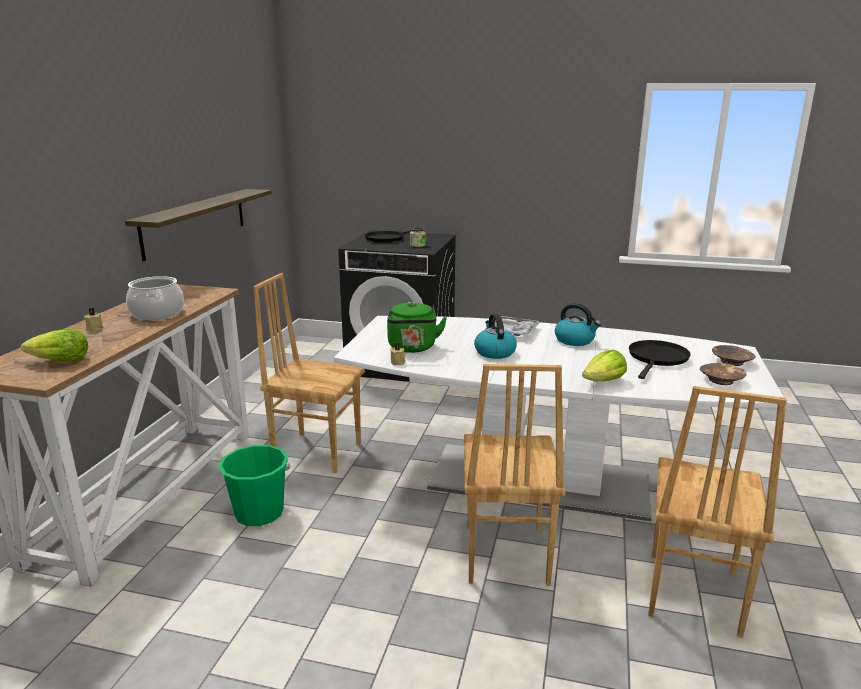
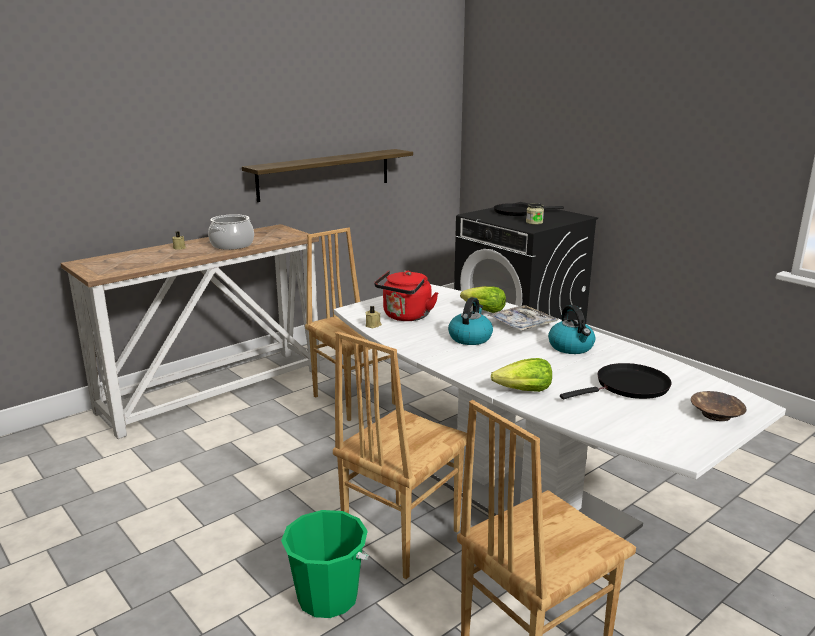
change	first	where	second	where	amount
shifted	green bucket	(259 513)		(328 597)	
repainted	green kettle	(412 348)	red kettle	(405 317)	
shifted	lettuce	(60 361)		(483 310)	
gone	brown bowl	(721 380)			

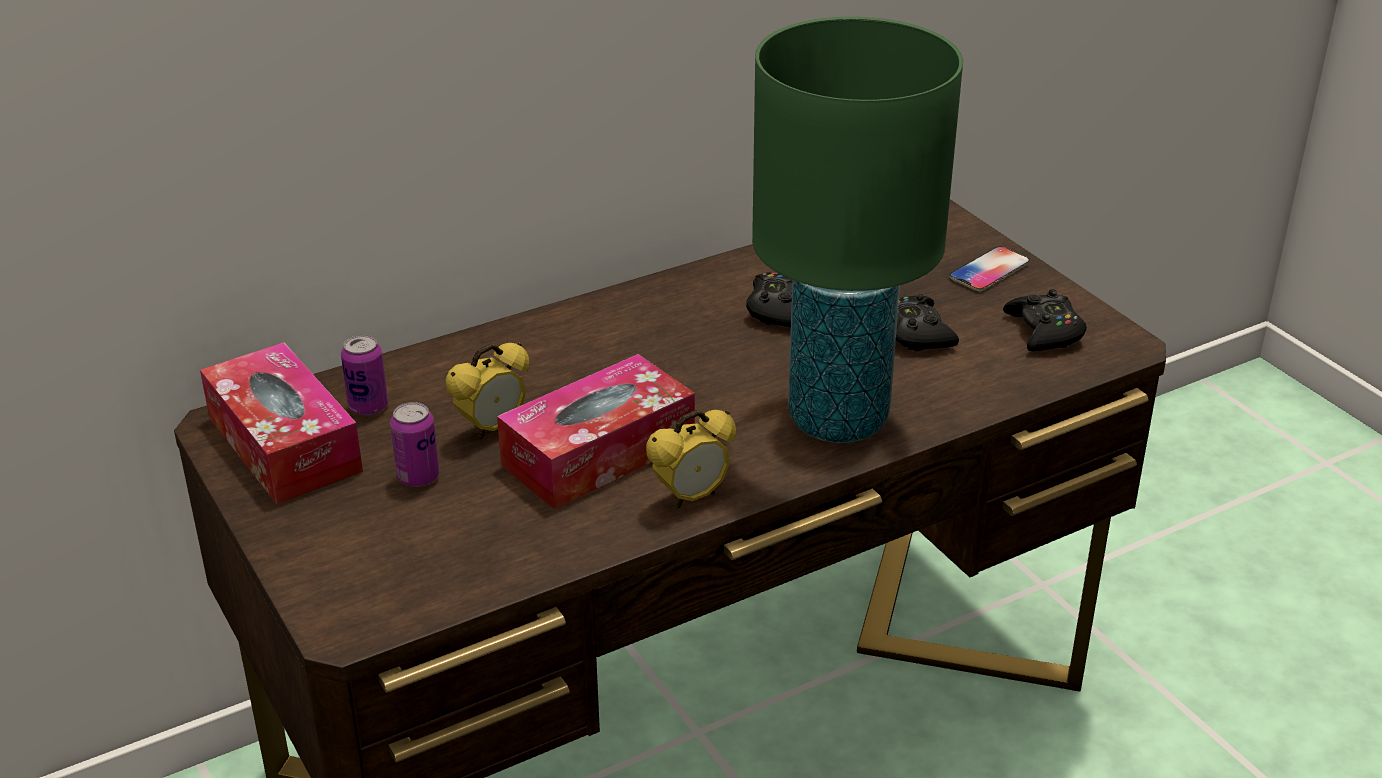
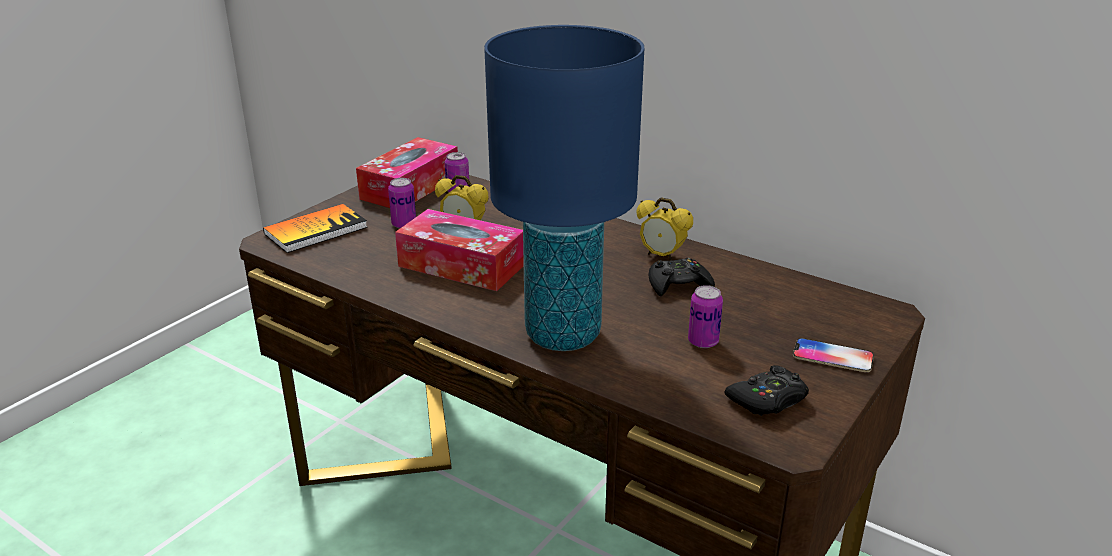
change	first	where	second	where	amount
new			book	(316 230)	
repainted	green table lamp	(837 419)	blue table lamp	(562 334)	
shifted	alarm clock	(691 497)		(662 256)	
swapped	black game controller	(915 333)	can	(703 342)	

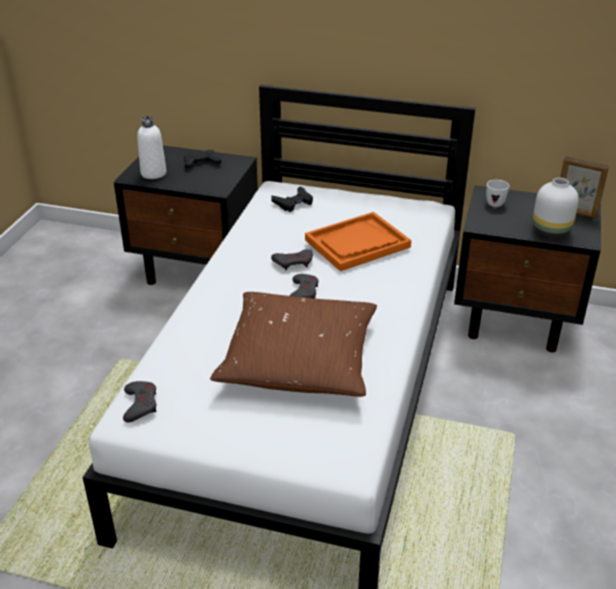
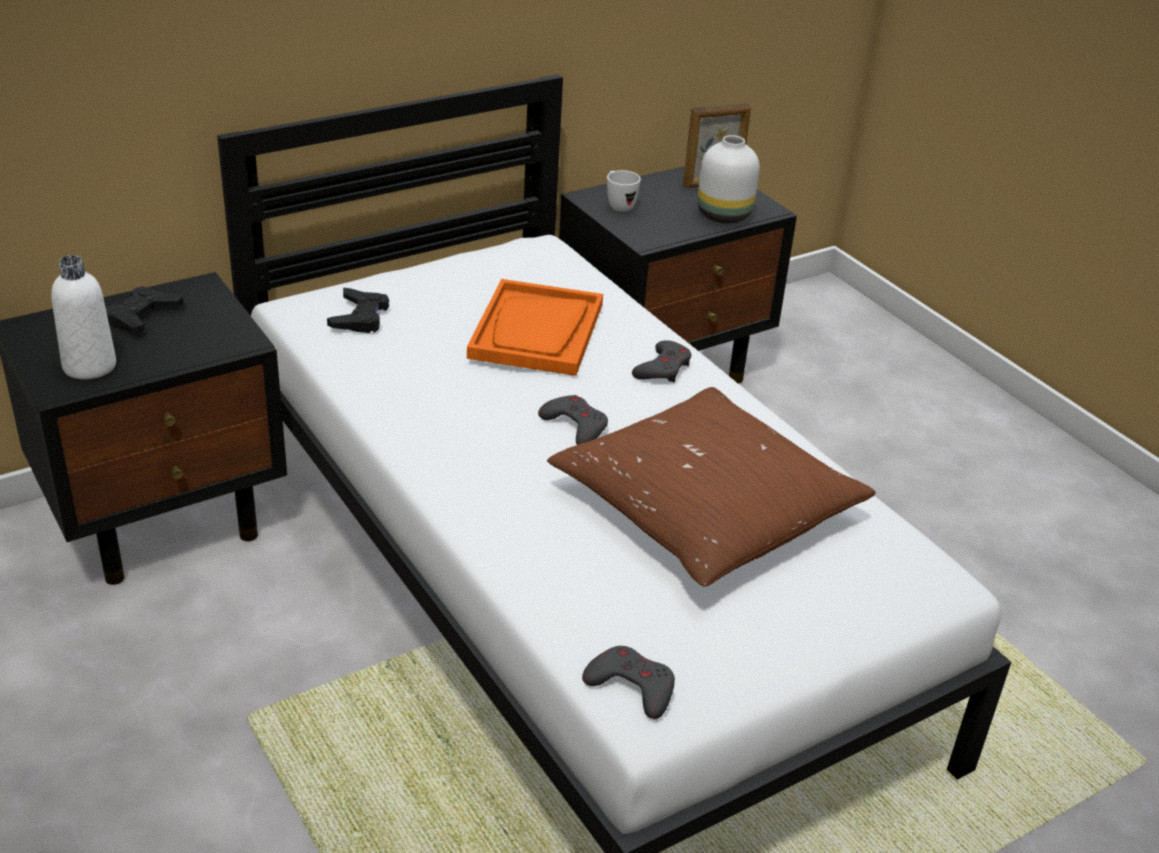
change	first	where	second	where	amount
shifted	grey game controller	(293 262)		(663 368)	

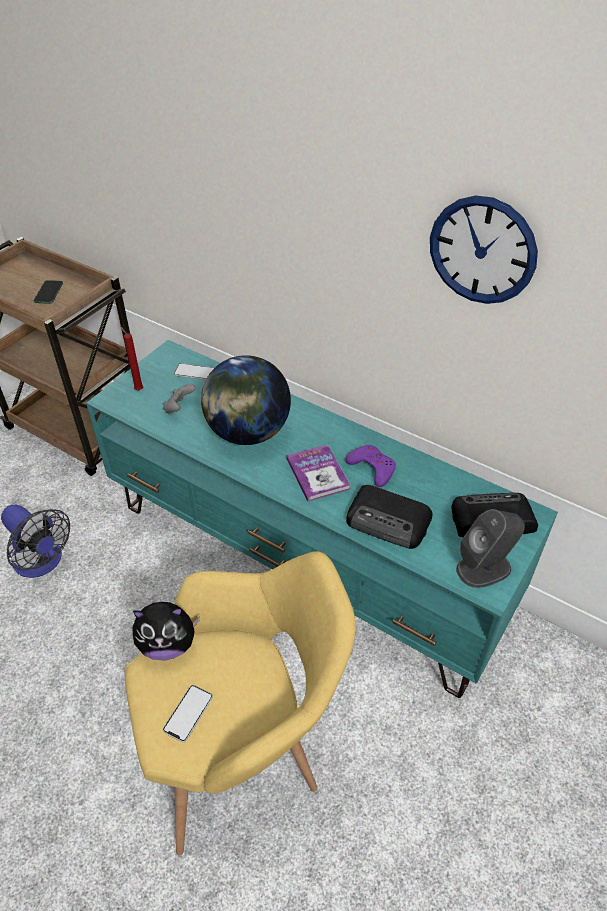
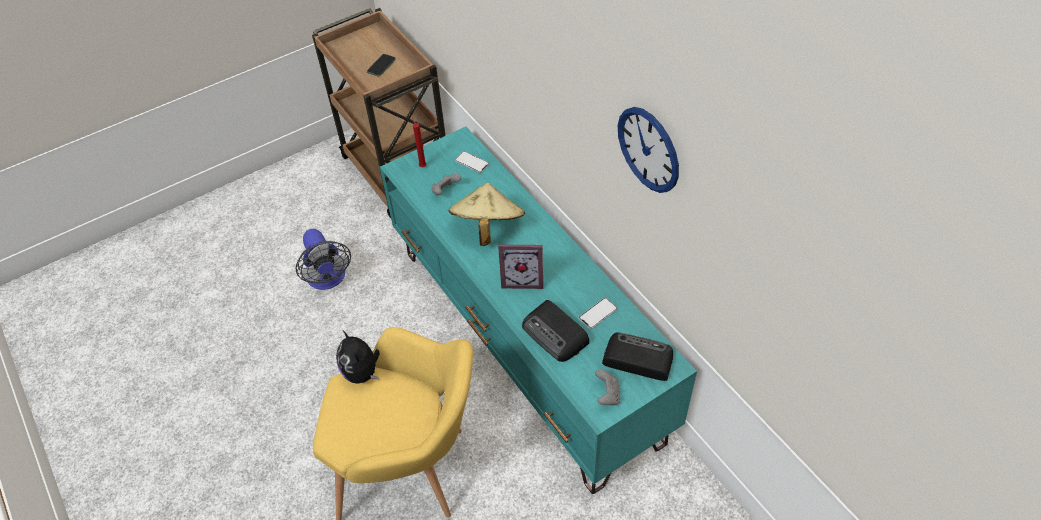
change	first	where	second	where	amount
rotated	plush toy	(168 644)		(363 372)	45 degrees clockwise
swapped	globe	(248 432)	beige hat	(487 227)	
swapped	book	(317 474)	picture frame	(522 279)	
shifted	phone	(188 713)		(598 313)	
swapped	grey speaker	(484 568)	grey game controller	(607 395)	
gone	purple game controller	(372 468)			

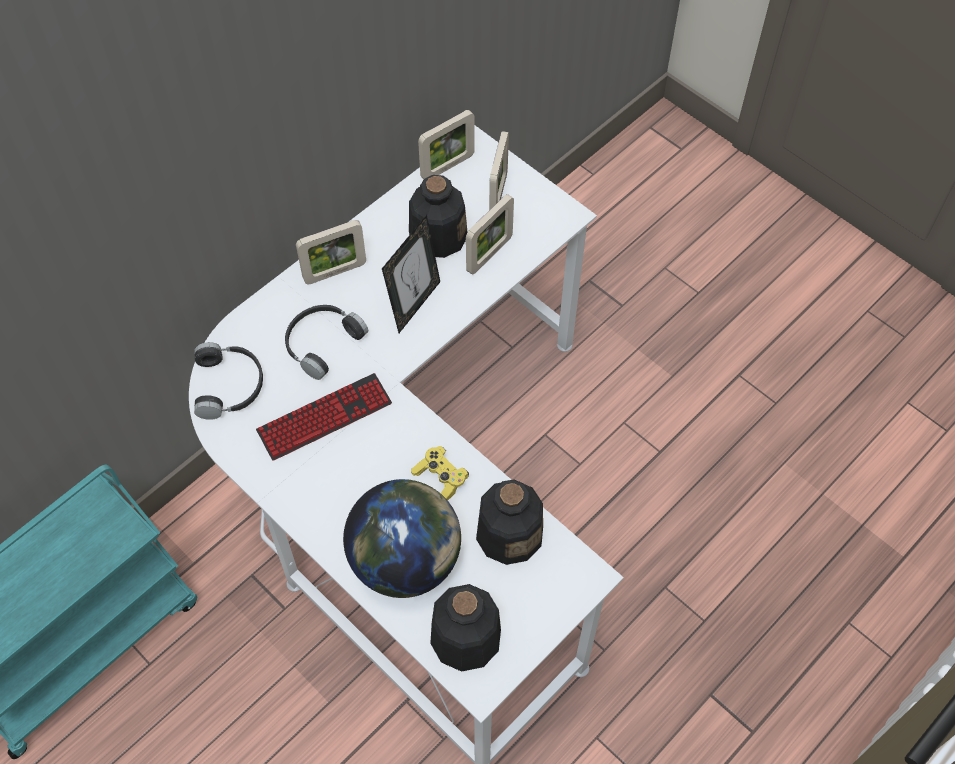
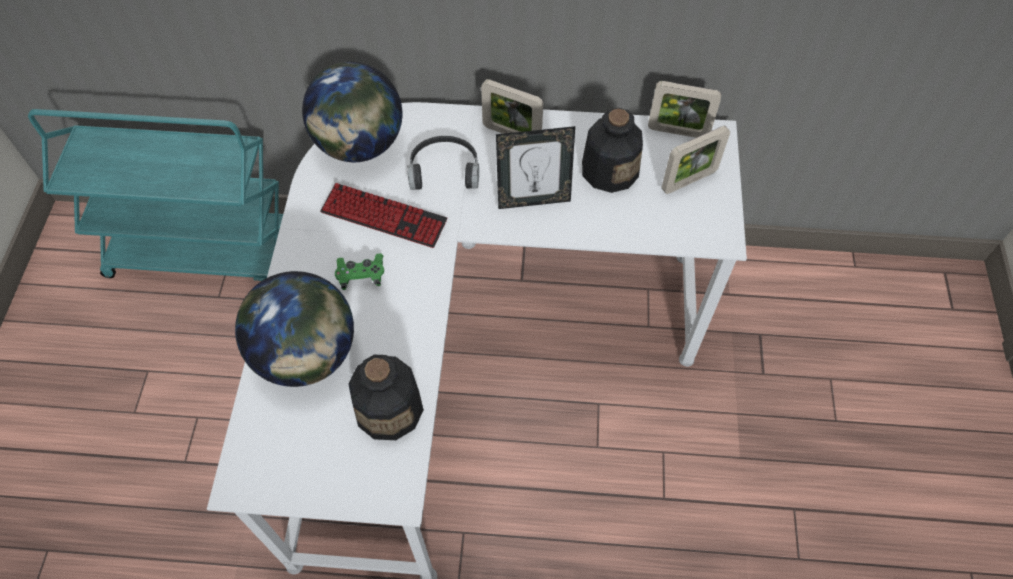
change	first	where	second	where	amount
swapped	black headphones	(230 385)	globe	(360 145)	
new			green game controller	(361 276)	
gone	yellow game controller	(441 478)			
gone	bottle	(465 638)			
gone	picture frame	(489 254)			

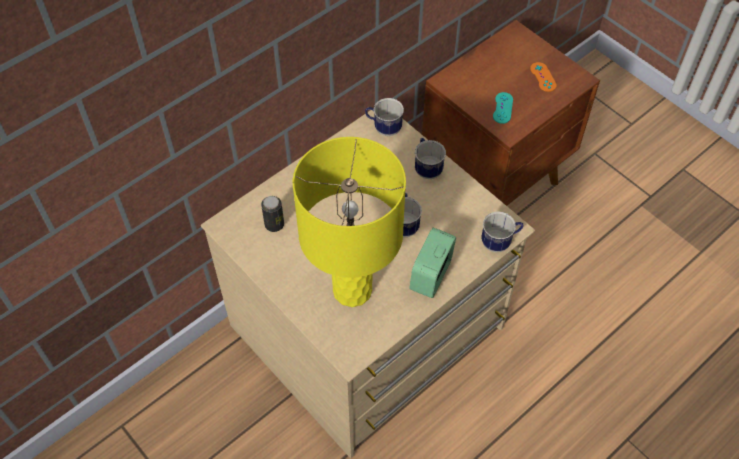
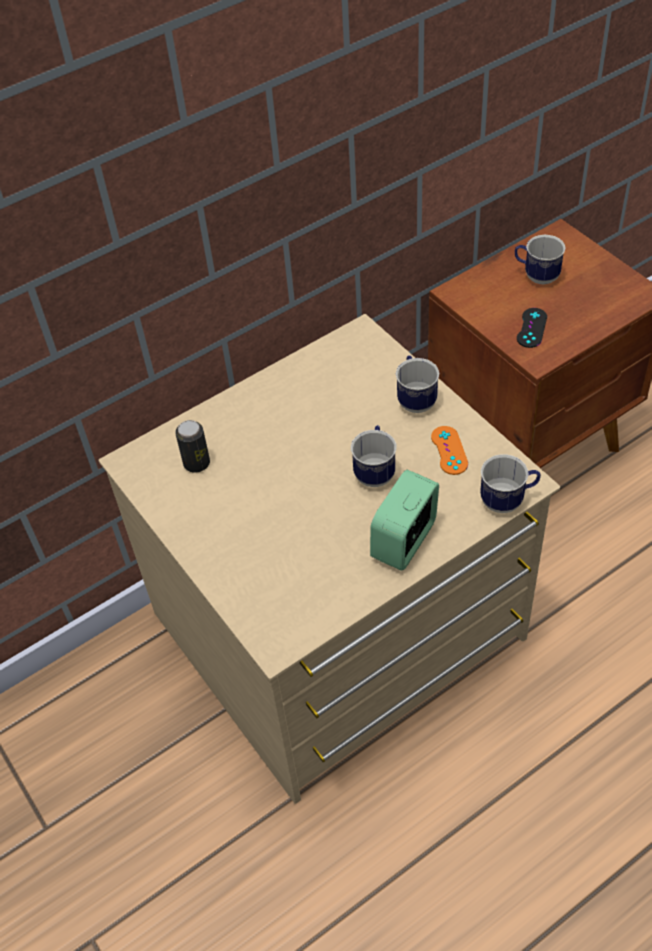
change	first	where	second	where	amount
shifted	orange game controller	(543 77)		(449 450)	
shifted	mug	(383 128)		(536 276)	
repainted	turquoise game controller	(503 108)	black game controller	(531 328)	
gone	yellow table lamp	(351 290)			

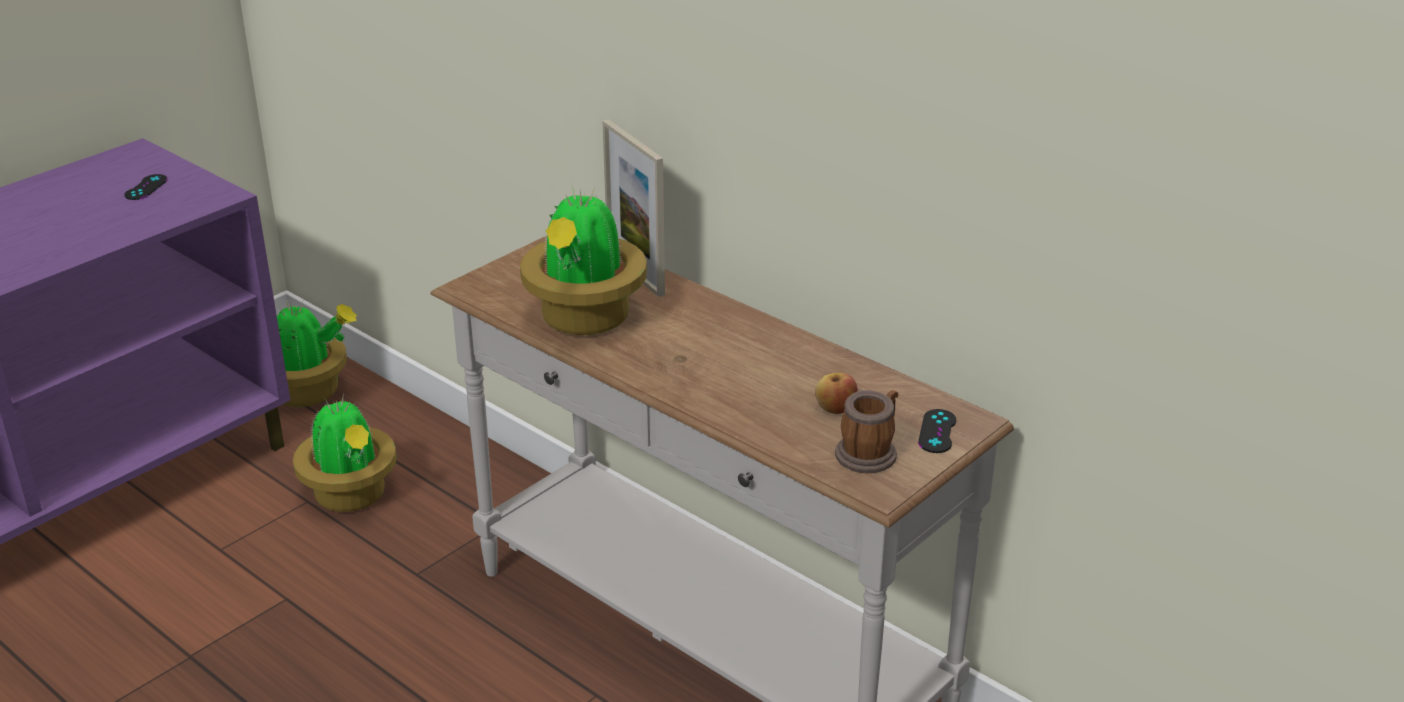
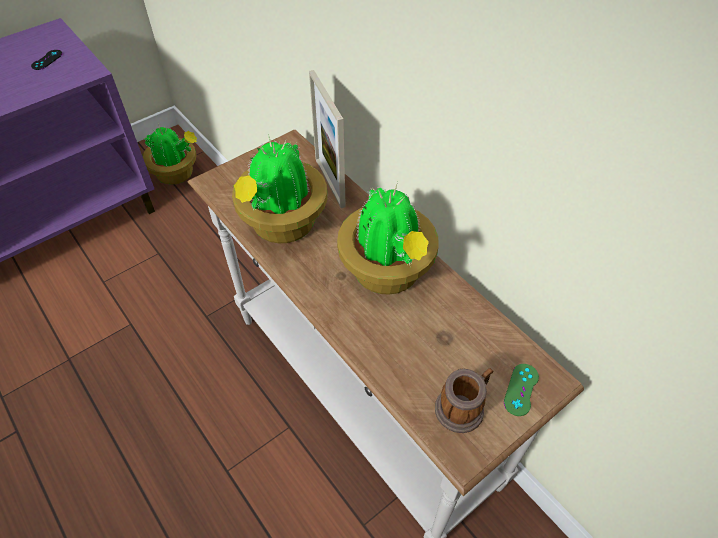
change	first	where	second	where	amount
shifted	potted plant	(351 496)		(387 272)	
repainted	black game controller	(937 431)	green game controller	(521 389)	
gone	apple	(835 409)			

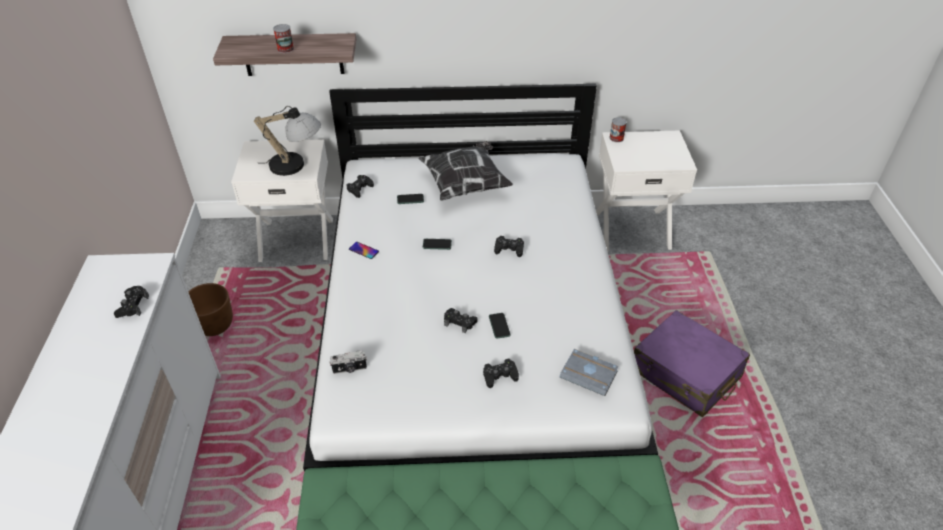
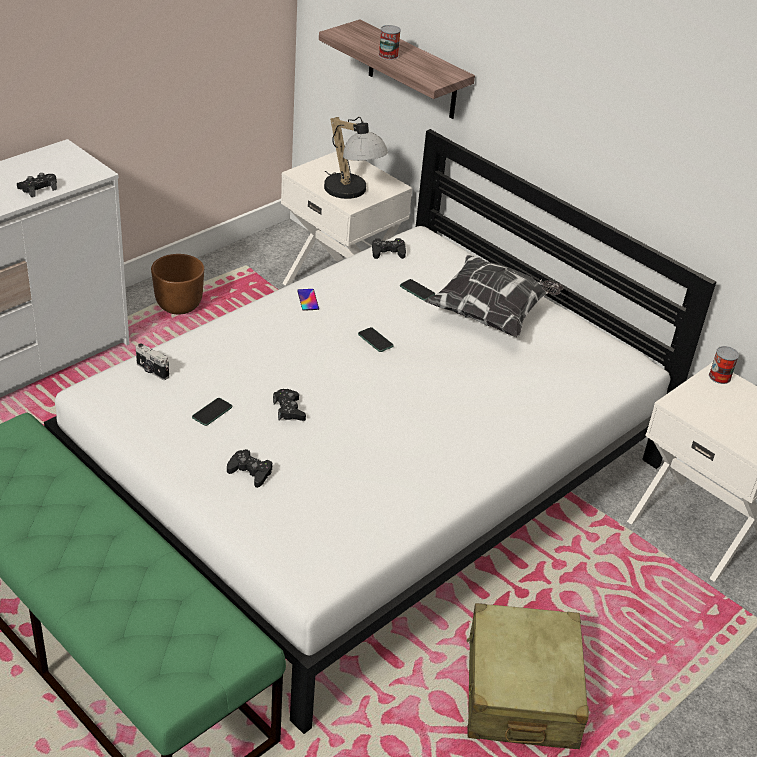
change	first	where	second	where	amount
shifted	phone	(499 326)		(212 412)	
repainted	purple suitcase	(685 373)	beige suitcase	(521 692)	
gone	black game controller	(509 249)			
gone	grey book	(590 374)			

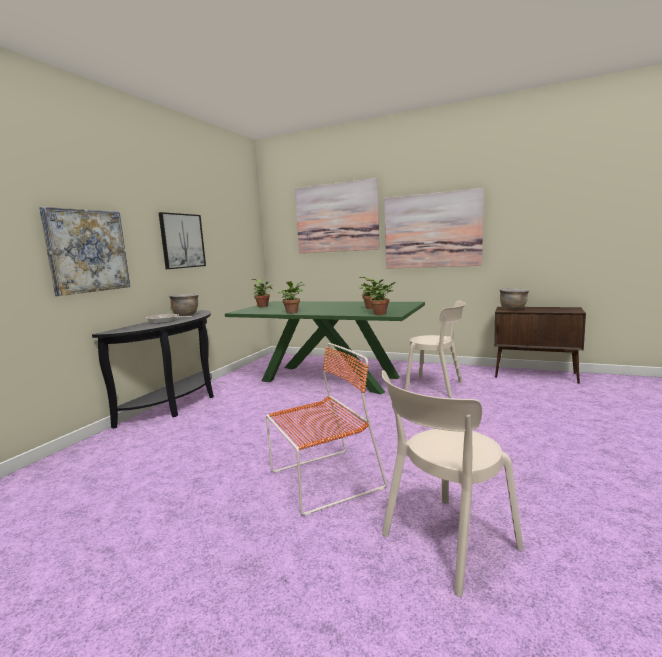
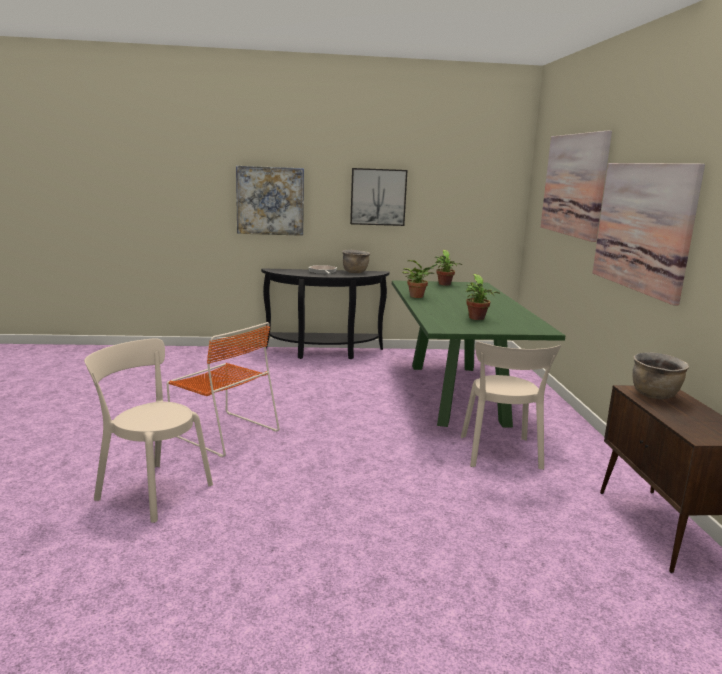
change	first	where	second	where	amount
gone	potted plant	(381 313)			

